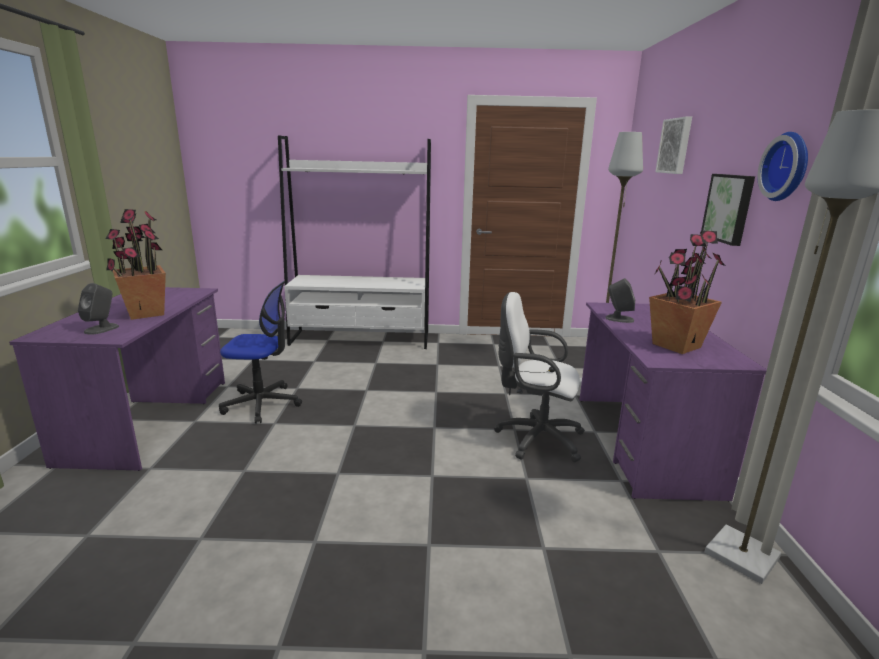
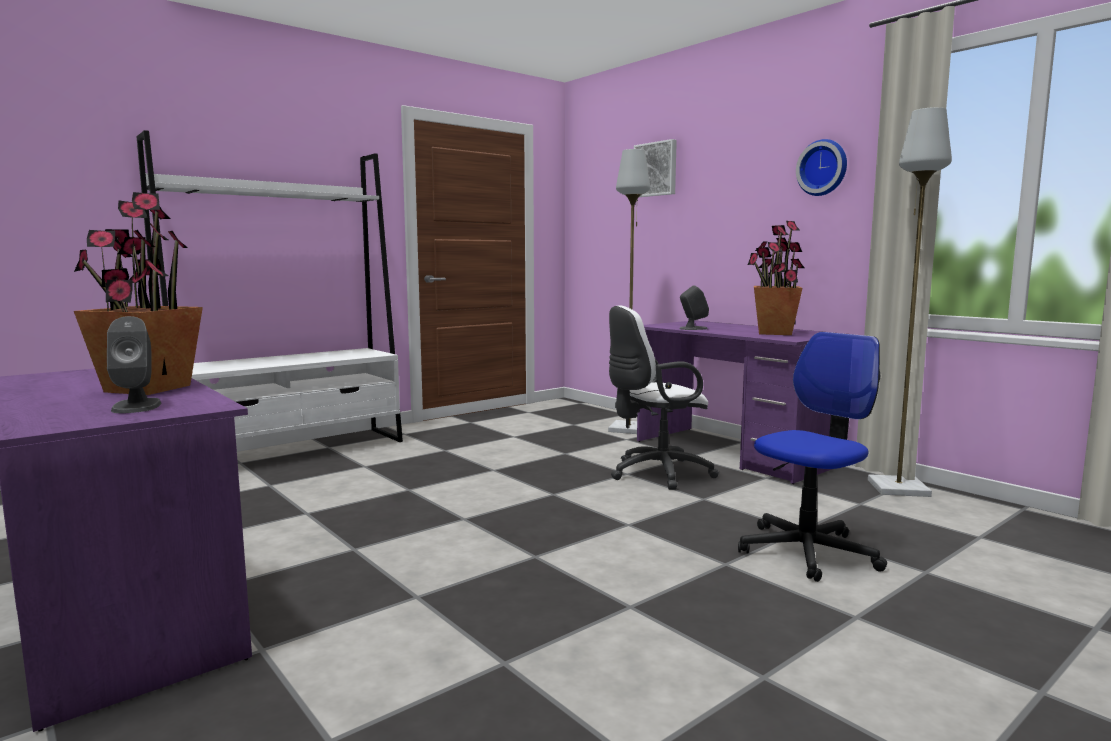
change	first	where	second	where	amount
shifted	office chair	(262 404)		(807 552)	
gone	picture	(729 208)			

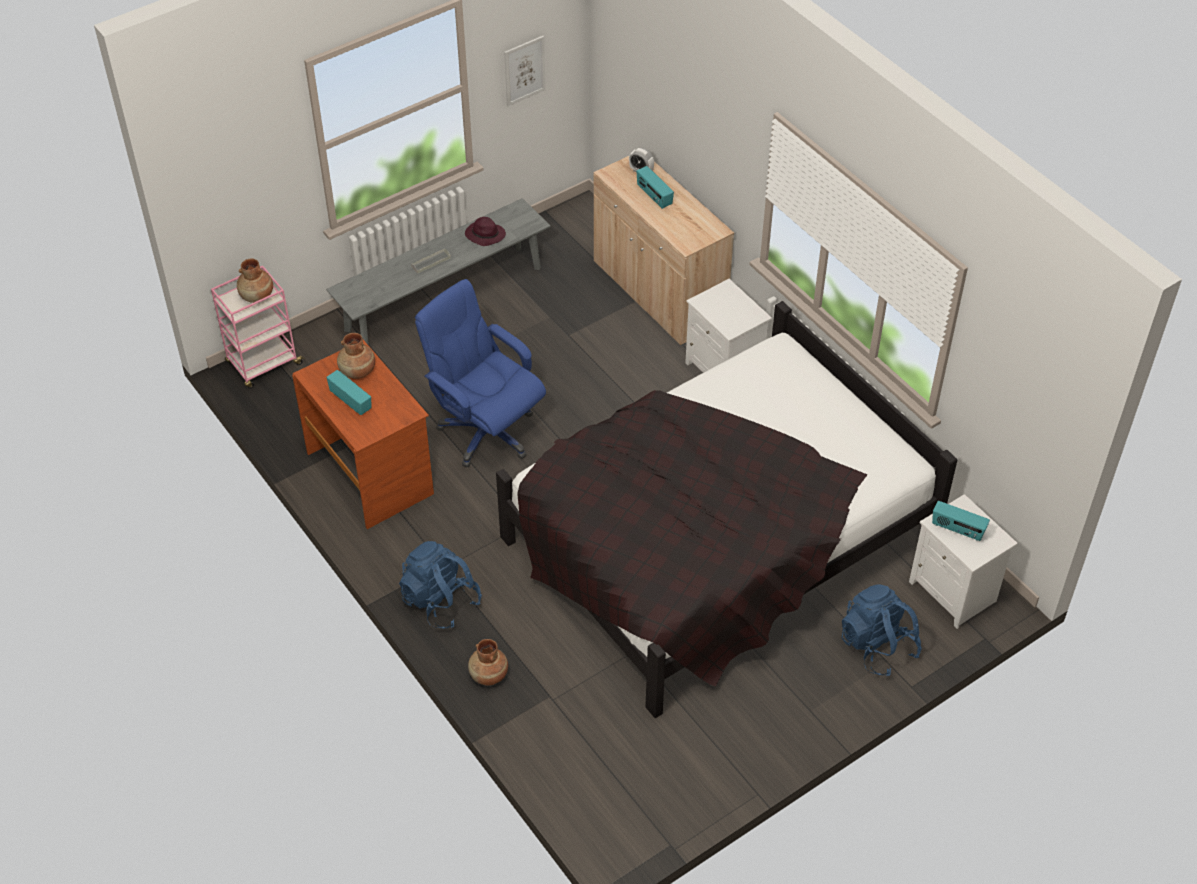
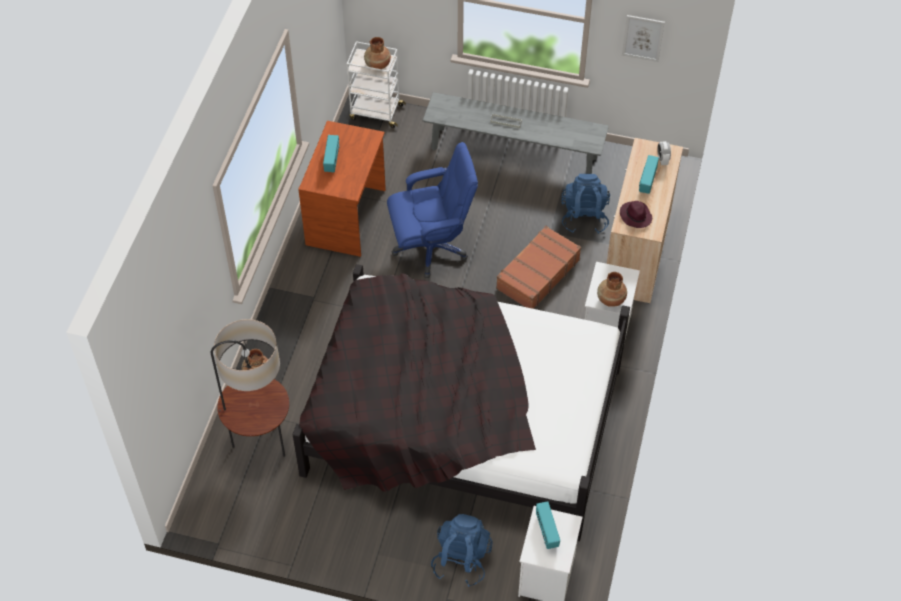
change	first	where	second	where	amount
new			floor lamp	(260 442)	
repainted	pink cart	(263 364)	white cart	(375 112)	
rotated	blue office chair	(486 431)		(431 247)	75 degrees clockwise
new			brown suitcase	(537 274)	
shifted	blue backpack	(440 601)		(584 217)	
shifted	brown vase	(357 371)		(610 299)	
shifted	purple hat	(484 235)		(635 216)	

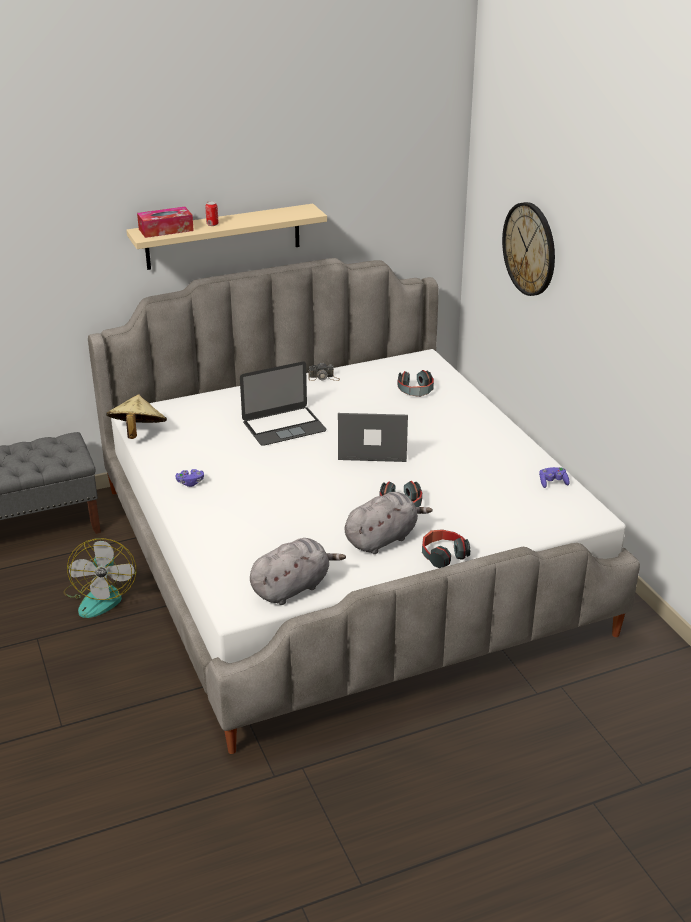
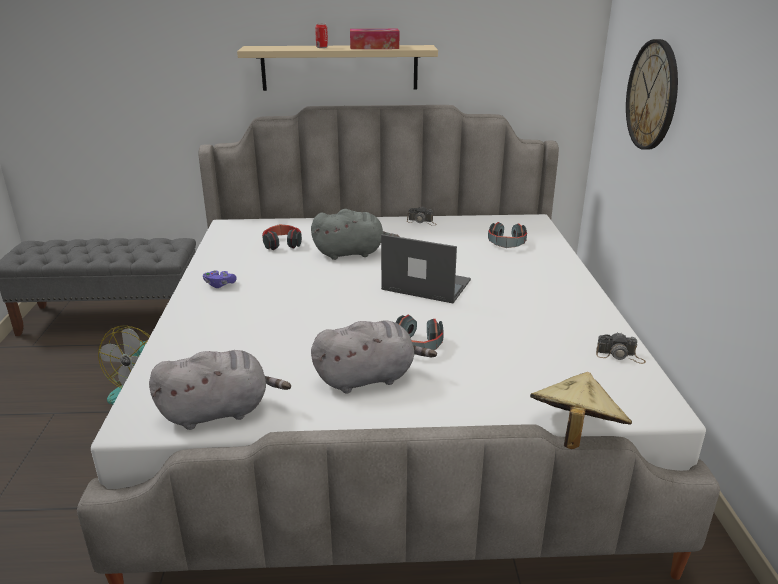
change	first	where	second	where	amount
shifted	headphones	(443 555)		(282 244)	
swapped	laptop	(284 426)	grey plush toy	(352 253)	
shifted	tissue box	(166 230)		(374 47)	
shifted	beige hat	(137 433)		(574 434)	
swapped	purple game controller	(552 483)	photo camera	(620 356)	

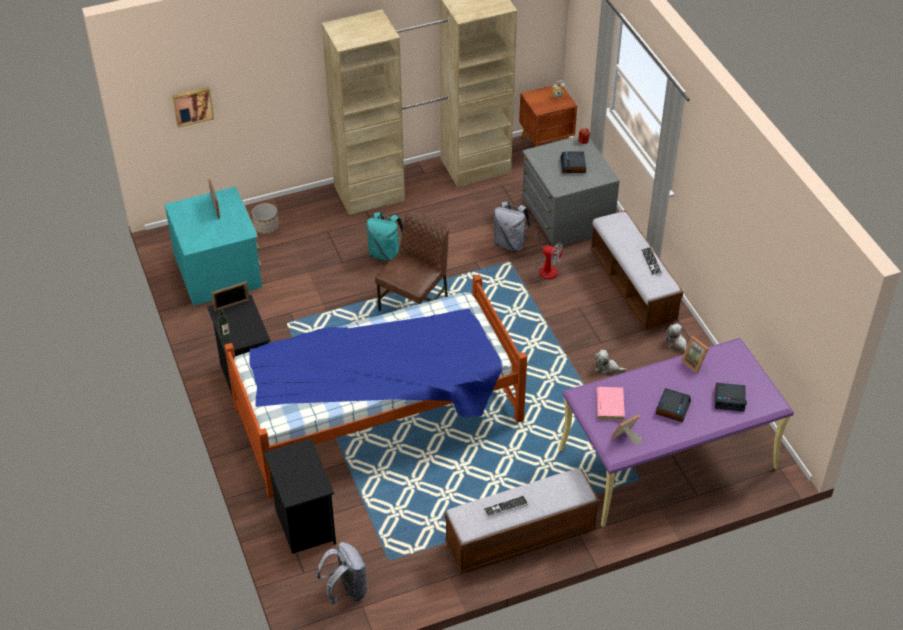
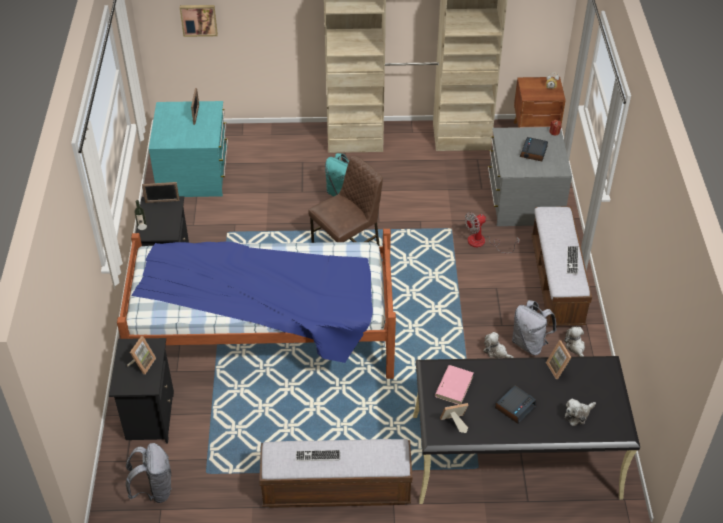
change	first	where	second	where	amount
new			picture frame	(142 364)	
repainted	purple desk	(667 459)	black desk	(513 456)	
rotated	fan	(546 267)		(483 243)	105 degrees clockwise
shifted	grey backpack	(510 243)		(529 344)	
swapped	alarm clock	(729 399)	plush toy	(578 415)	
gone	planter	(266 227)			

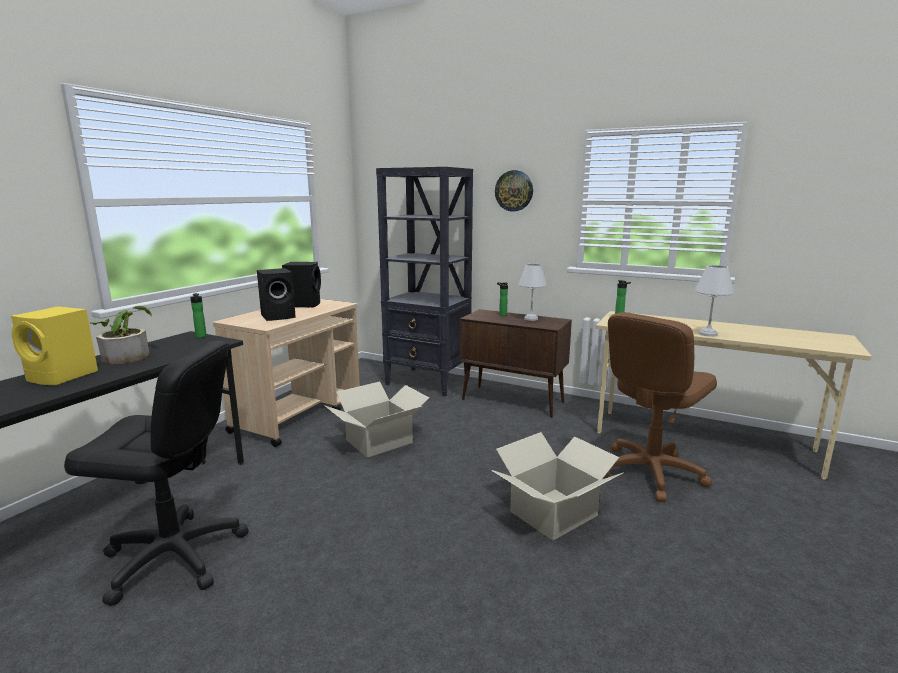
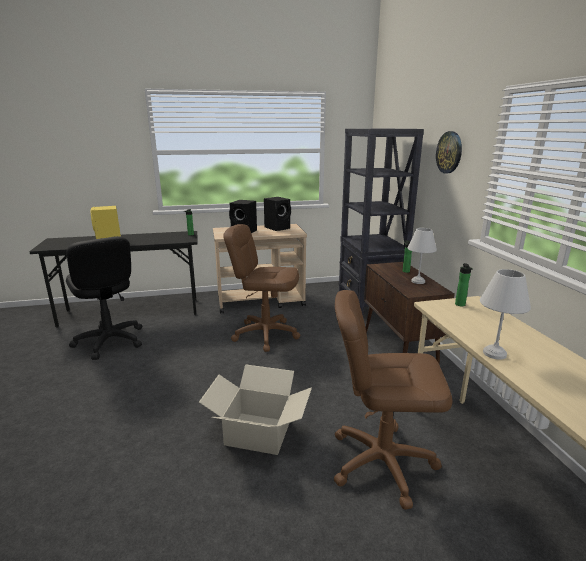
change	first	where	second	where	amount
swapped	cardboard box	(378 441)	brown office chair	(265 334)	
gone	potted plant	(127 356)			

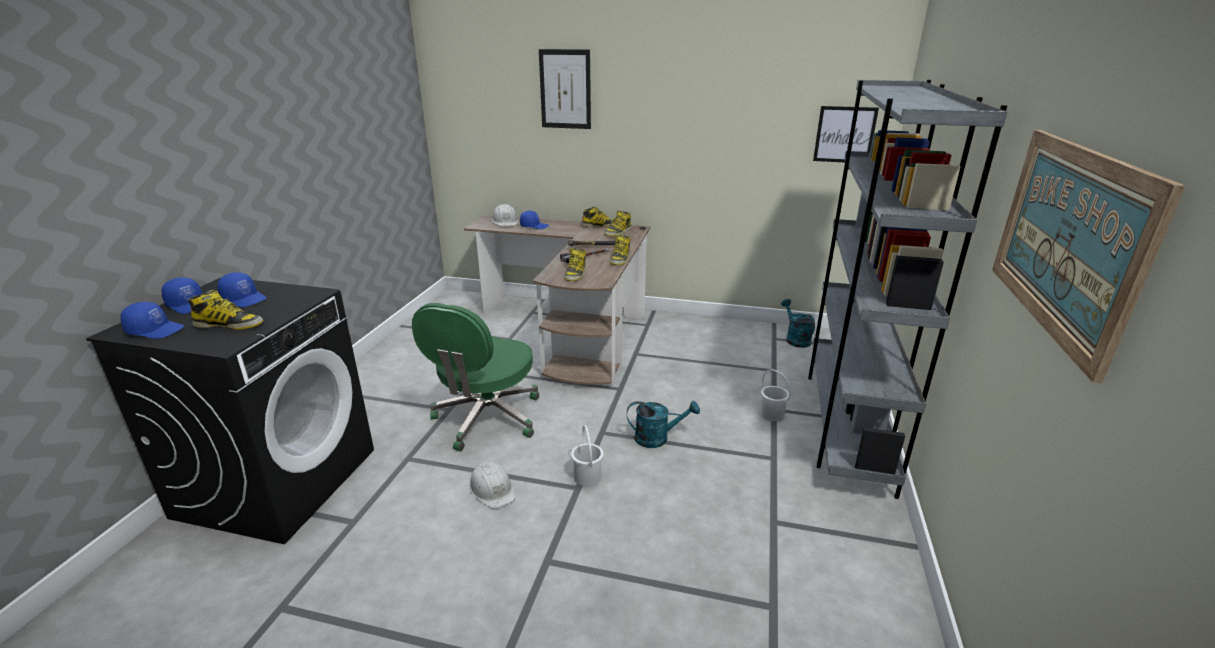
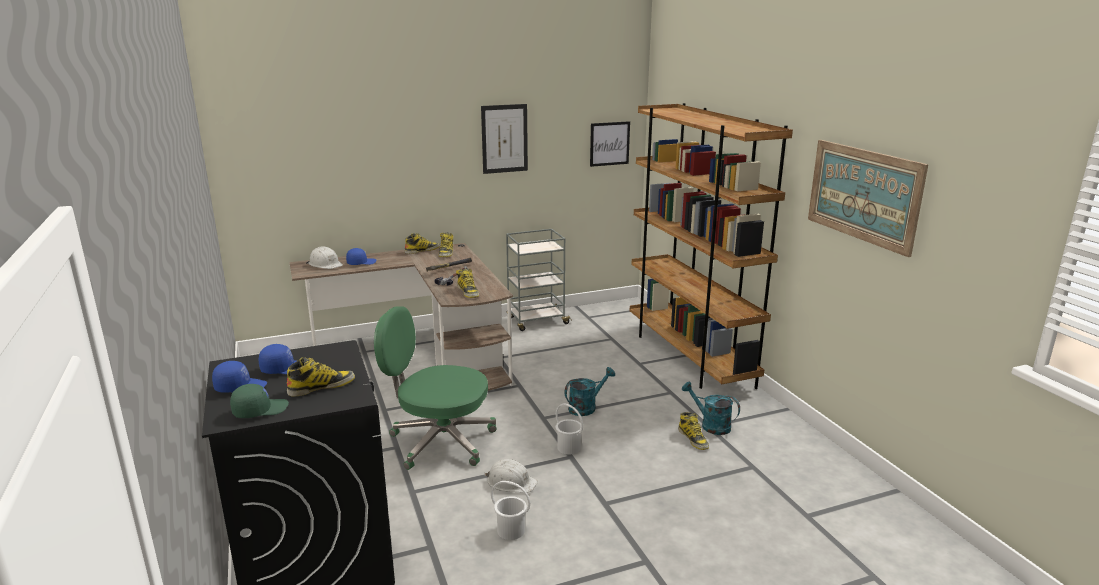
change	first	where	second	where	amount
repainted	blue cap	(156 330)	green cap	(260 410)	
rotated	green office chair	(486 419)		(440 441)	120 degrees clockwise
shifted	picture	(565 89)		(504 138)	
shifted	white bucket	(772 414)		(511 530)	
new			grey cart	(536 321)	
repainted	grey bookcase	(846 422)	brown bookcase	(689 357)	
shifted	boot	(620 259)		(693 439)	
shifted	turquoise watering can	(795 339)		(710 425)	

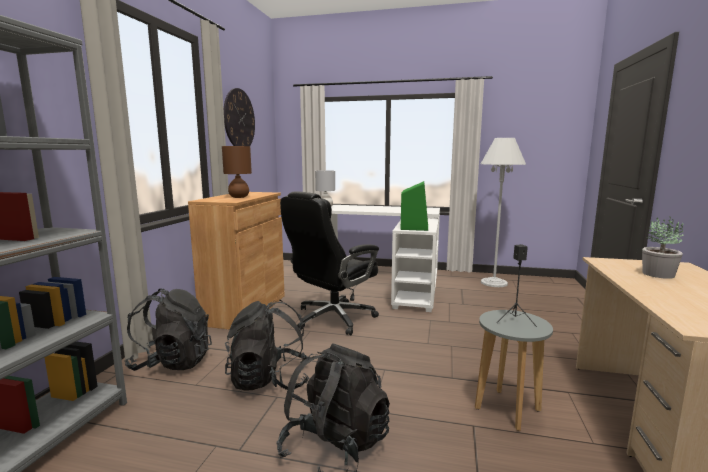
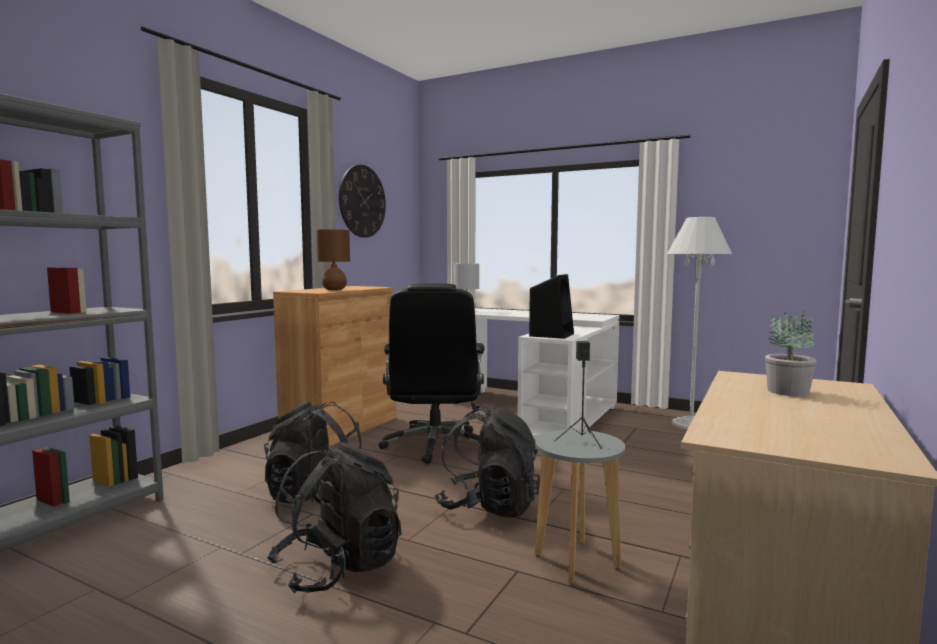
change	first	where	second	where	amount
rotated	black office chair	(332 319)		(435 446)	60 degrees counterclockwise
shifted	black backpack	(172 362)		(489 507)	
repainted	green speaker	(414 227)	black speaker	(551 335)	

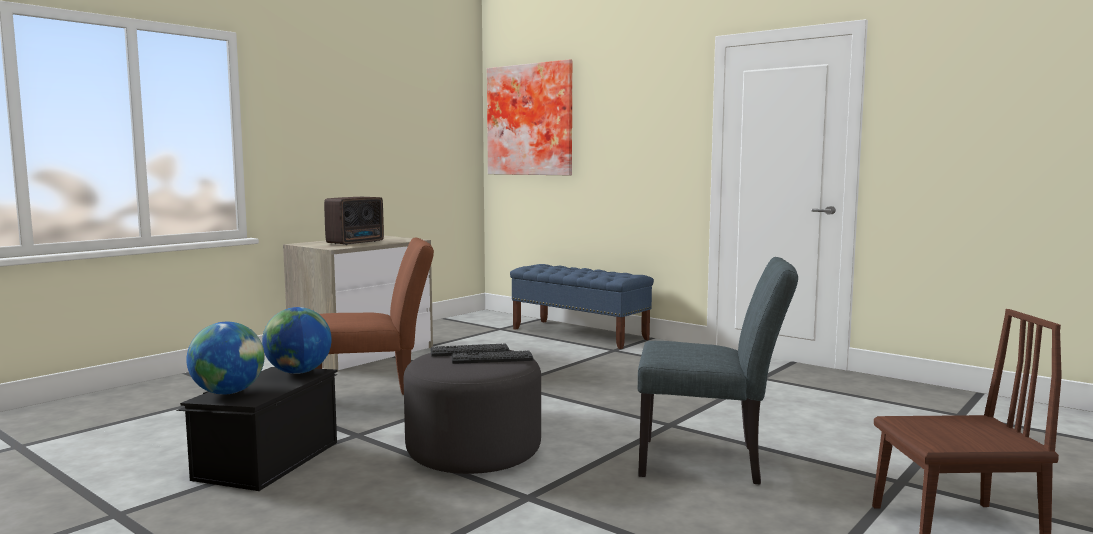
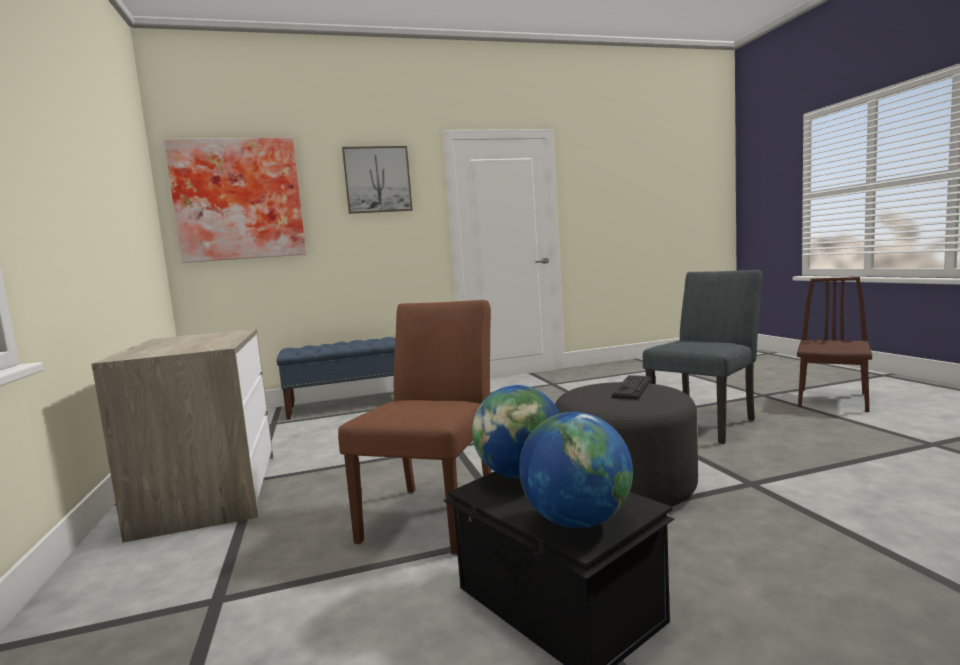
change	first	where	second	where	amount
new			picture	(377 180)	
gone	radio	(357 243)			
gone	keyboard	(469 351)			

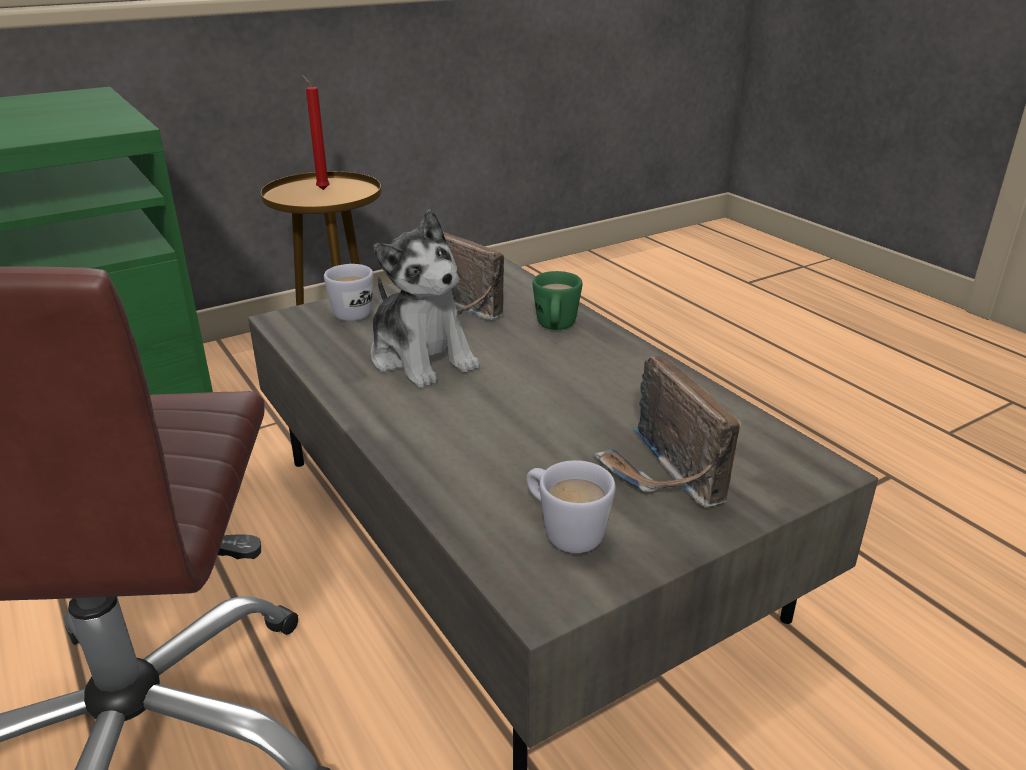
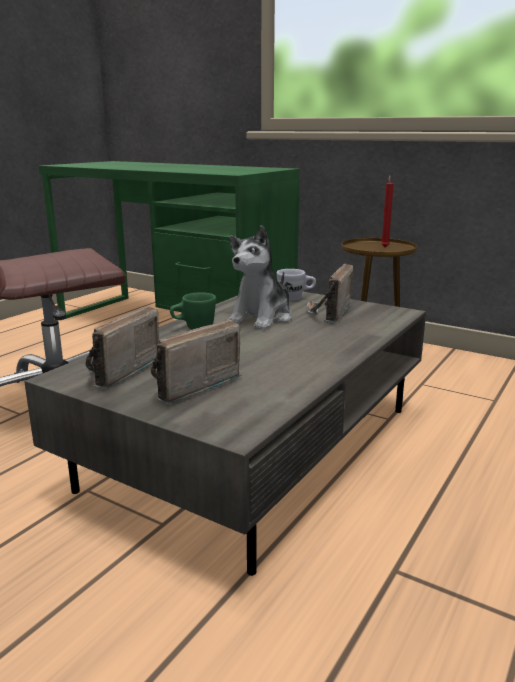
change	first	where	second	where	amount
swapped	white mug	(564 531)	radio	(116 372)	
shifted	green mug	(555 328)		(193 328)	

